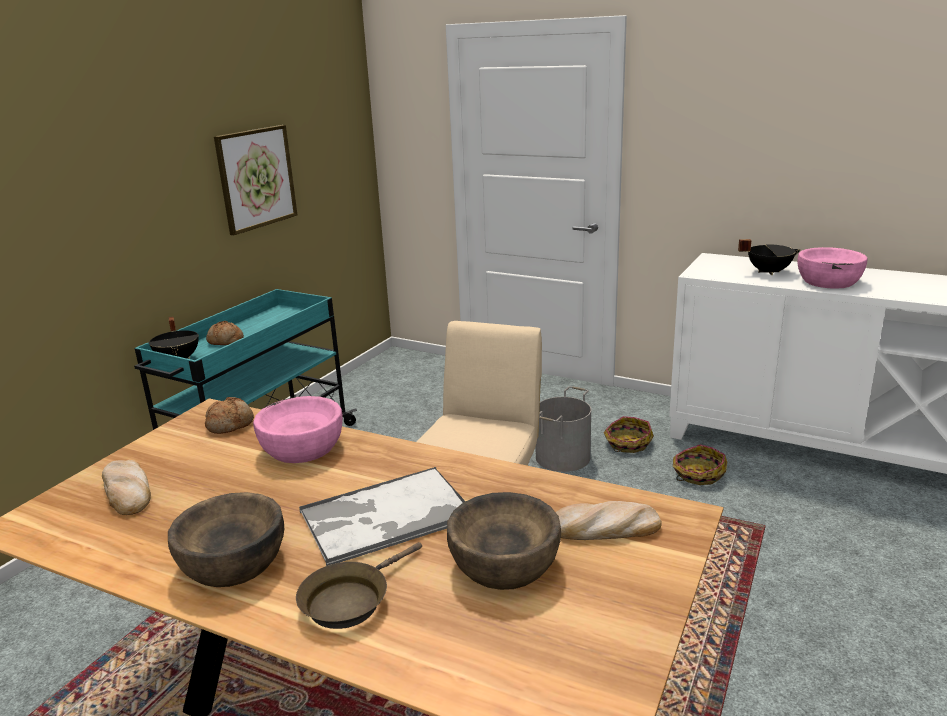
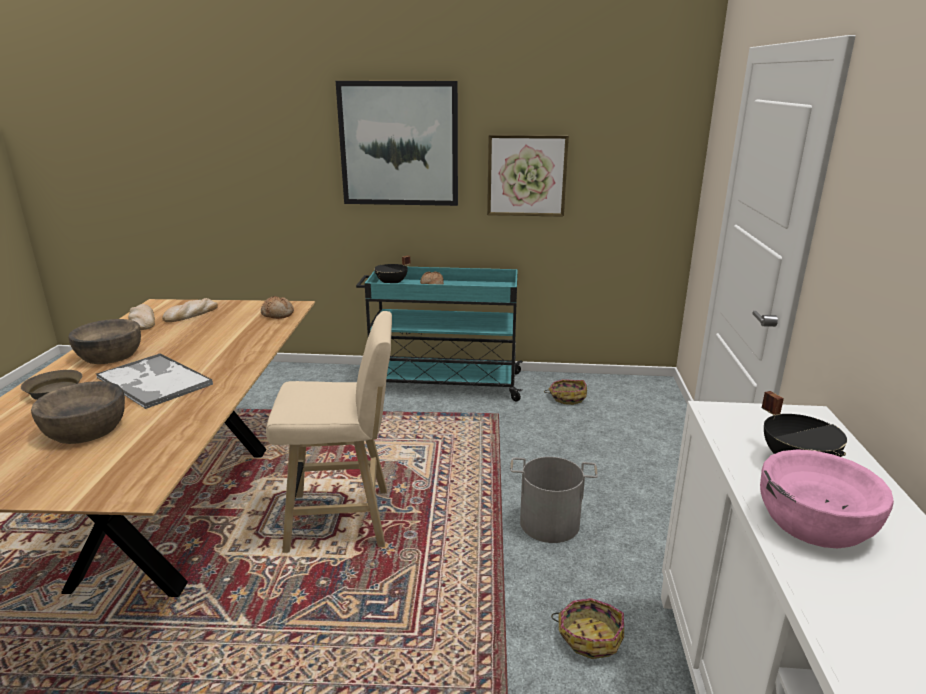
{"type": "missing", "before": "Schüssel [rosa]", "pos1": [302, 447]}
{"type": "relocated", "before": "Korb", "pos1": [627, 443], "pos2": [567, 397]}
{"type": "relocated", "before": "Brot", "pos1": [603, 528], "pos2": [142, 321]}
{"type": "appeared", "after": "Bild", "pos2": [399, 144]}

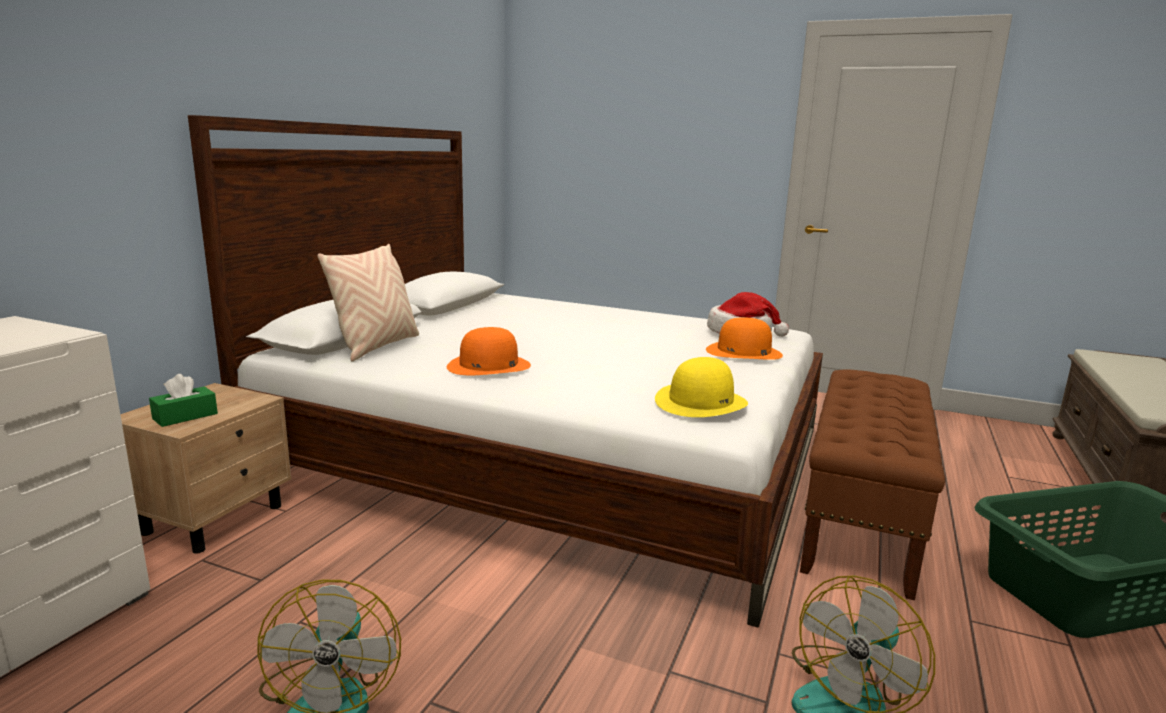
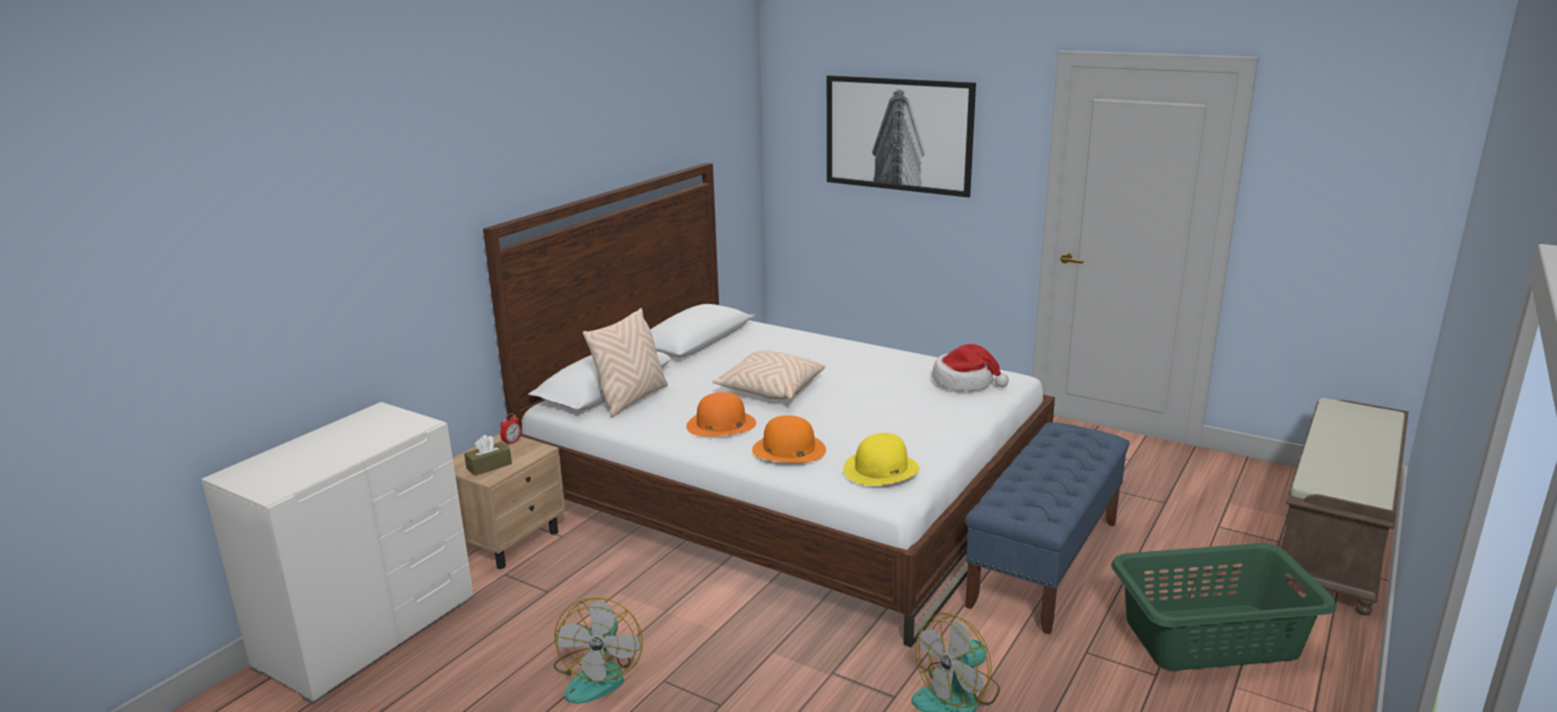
{"type": "relocated", "before": "Hut [orange]", "pos1": [743, 352], "pos2": [788, 449]}
{"type": "colour", "before": "Bank [braun]", "after": "Bank [blau]", "pos1": [860, 518], "pos2": [1045, 562]}
{"type": "colour", "before": "Taschentuchbox [grün]", "after": "Taschentuchbox [braun]", "pos1": [185, 416], "pos2": [489, 466]}
{"type": "appeared", "after": "Bild", "pos2": [898, 134]}
{"type": "appeared", "after": "Kissen [beige]", "pos2": [770, 390]}
{"type": "appeared", "after": "Wecker", "pos2": [512, 442]}

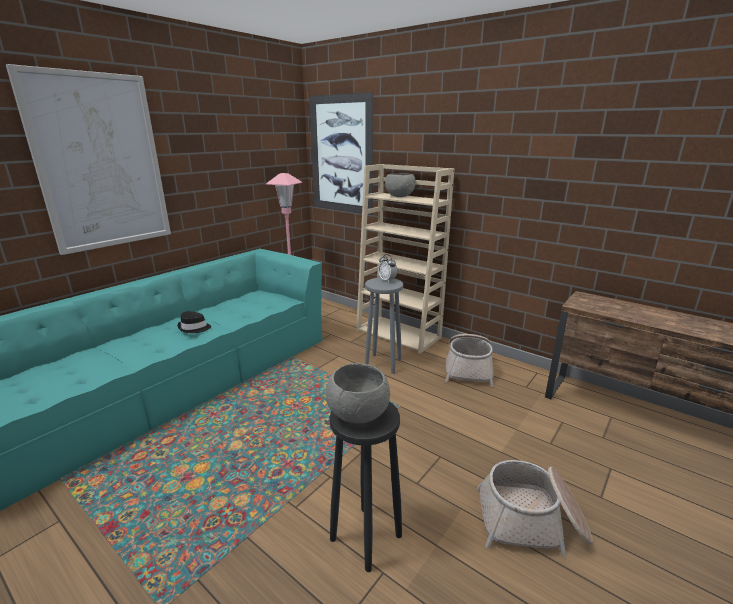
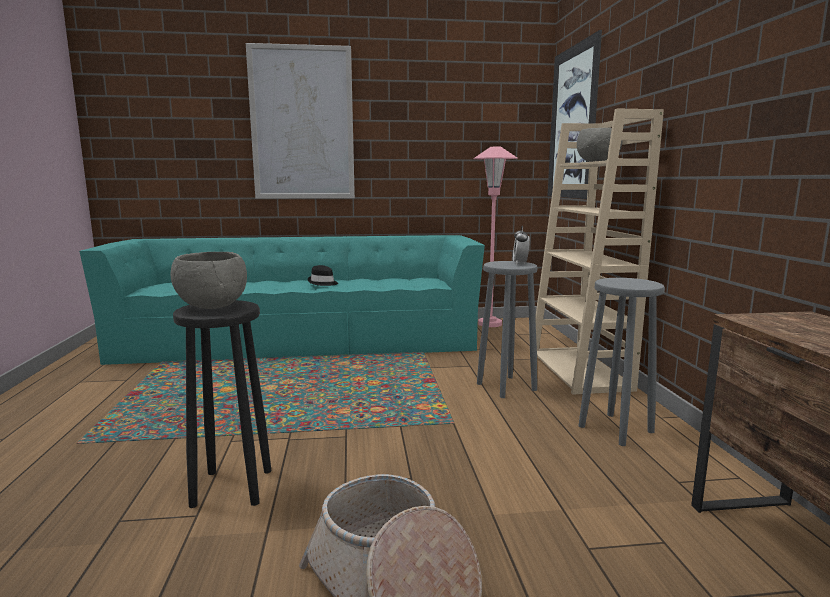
{"type": "exchanged", "before": "Korb", "after": "Hocker [grau]", "pos1": [468, 368], "pos2": [616, 429]}

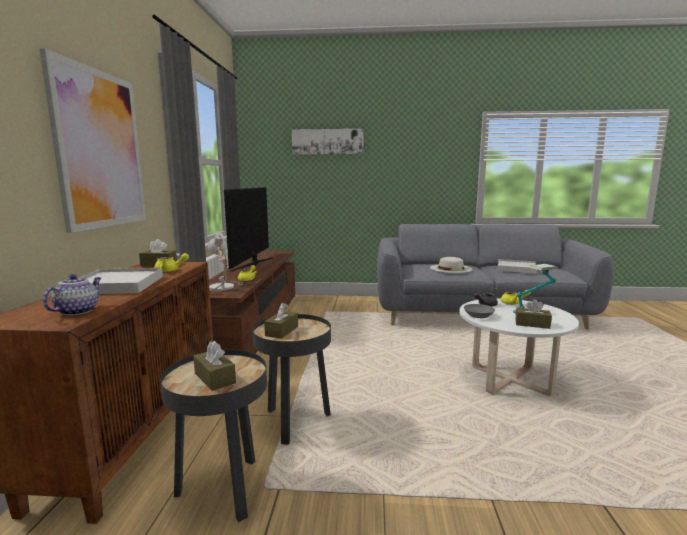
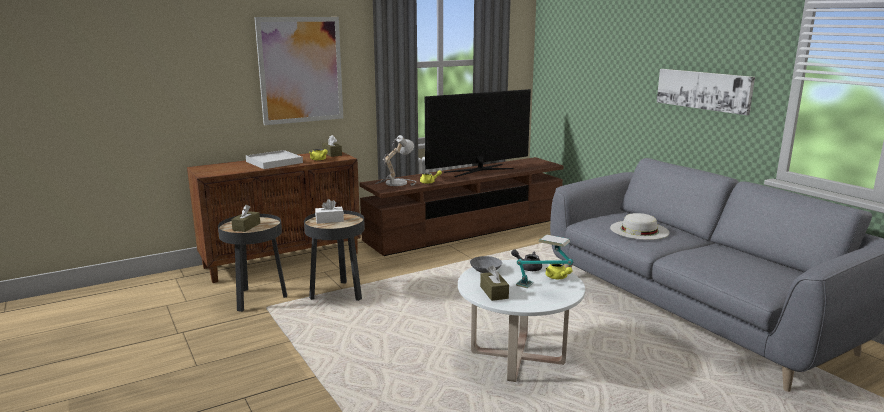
{"type": "relocated", "before": "Bild", "pos1": [327, 141], "pos2": [703, 90]}
{"type": "missing", "before": "Tablett [weiß]", "pos1": [516, 268]}
{"type": "missing", "before": "Teekanne", "pos1": [77, 311]}
{"type": "colour", "before": "Taschentuchbox [braun]", "after": "Taschentuchbox [weiß]", "pos1": [282, 331], "pos2": [329, 220]}

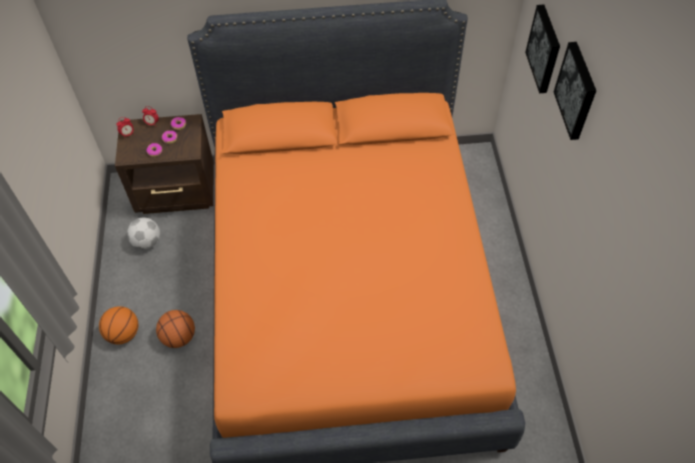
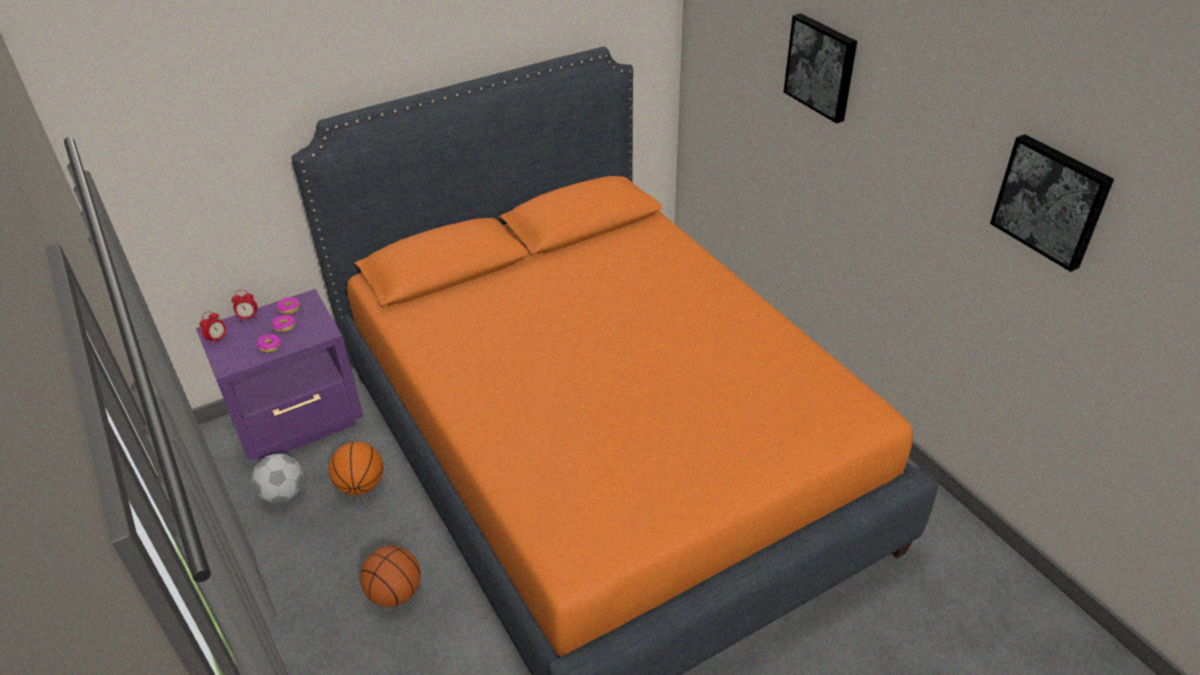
{"type": "relocated", "before": "Bild", "pos1": [545, 49], "pos2": [1052, 201]}
{"type": "colour", "before": "Nachttisch [braun]", "after": "Nachttisch [lila]", "pos1": [178, 193], "pos2": [300, 422]}
{"type": "relocated", "before": "Basketball", "pos1": [123, 333], "pos2": [361, 485]}

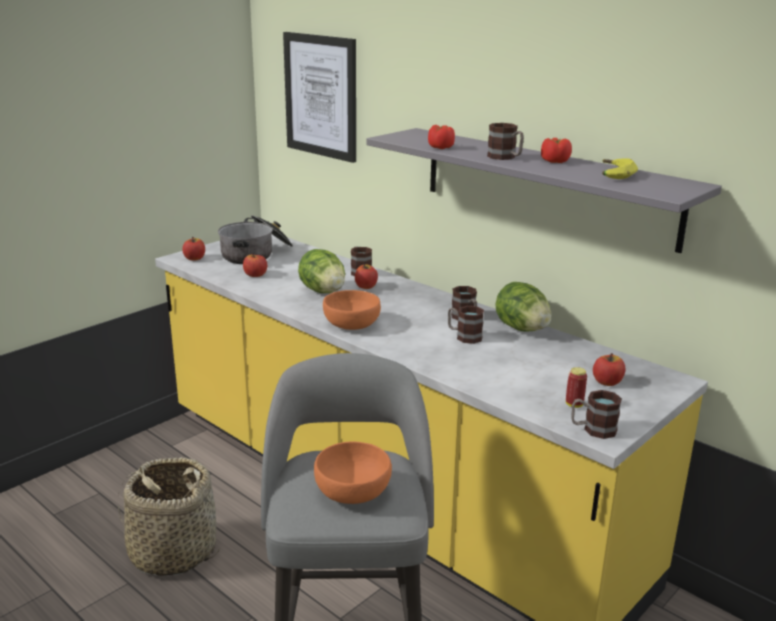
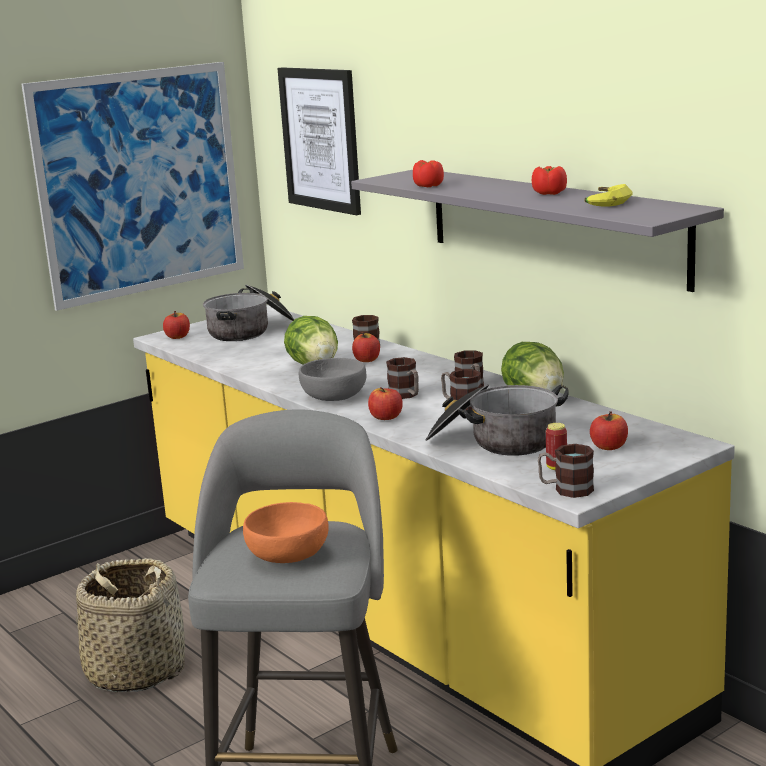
{"type": "relocated", "before": "Henkelbecher", "pos1": [505, 158], "pos2": [406, 395]}
{"type": "relocated", "before": "Apfel", "pos1": [255, 275], "pos2": [386, 417]}
{"type": "colour", "before": "Schüssel [orange]", "after": "Schüssel [grau]", "pos1": [351, 325], "pos2": [334, 397]}
{"type": "appeared", "after": "Bild", "pos2": [140, 183]}
{"type": "appeared", "after": "Kochtopf", "pos2": [494, 442]}

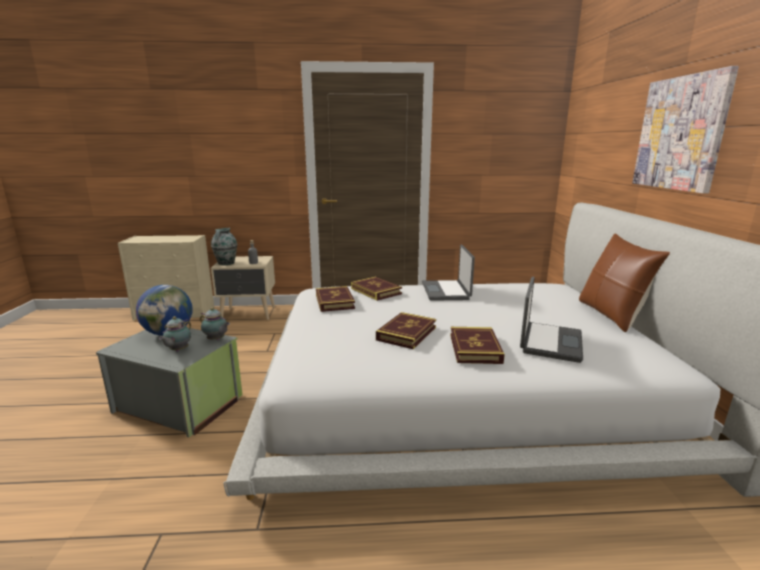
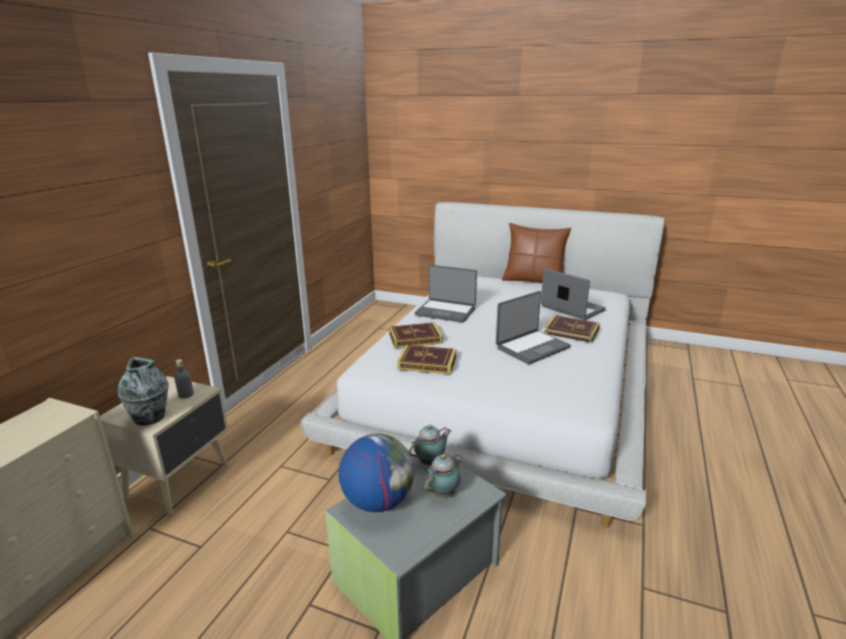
{"type": "missing", "before": "Bild", "pos1": [680, 133]}
{"type": "exchanged", "before": "Buch", "after": "Laptop", "pos1": [406, 333], "pos2": [531, 347]}
{"type": "spun", "before": "Teekanne", "pos1": [178, 350], "pos2": [444, 493], "turn": -90}

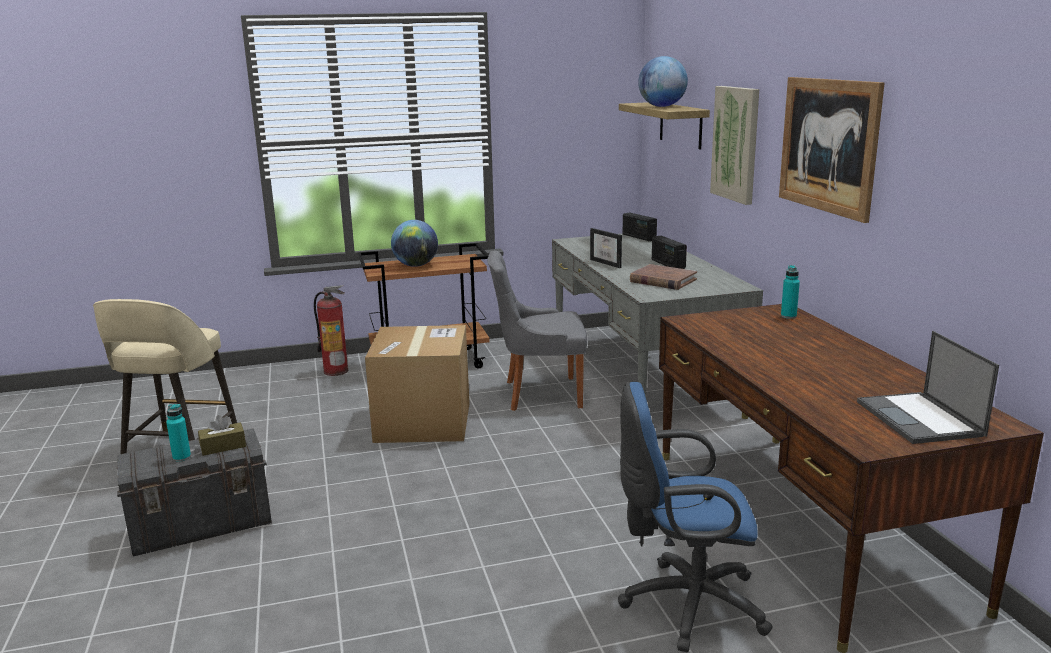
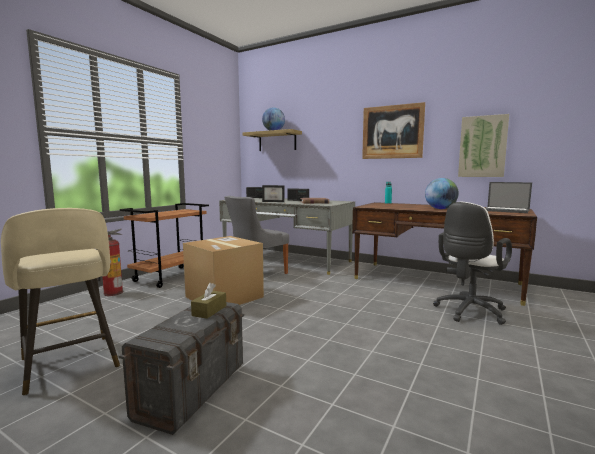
{"type": "relocated", "before": "Bild", "pos1": [736, 143], "pos2": [482, 146]}
{"type": "relocated", "before": "Globus", "pos1": [416, 265], "pos2": [440, 209]}
{"type": "colour", "before": "Bürostuhl [blau]", "after": "Bürostuhl [weiß]", "pos1": [685, 605], "pos2": [468, 312]}
{"type": "missing", "before": "Flasche [türkis]", "pos1": [181, 457]}

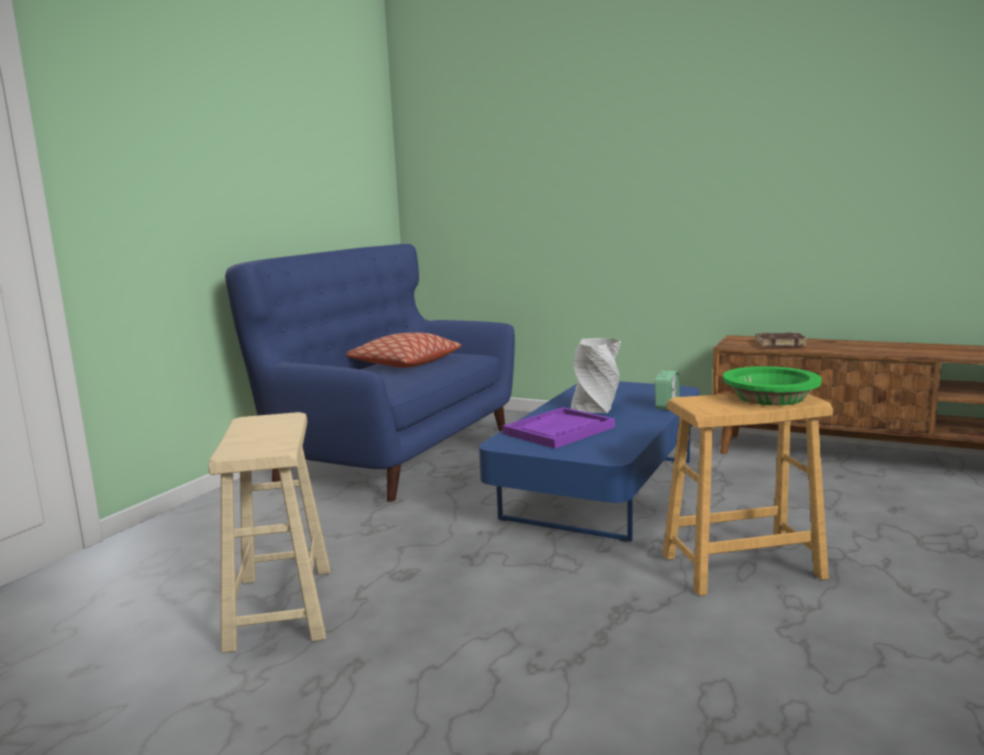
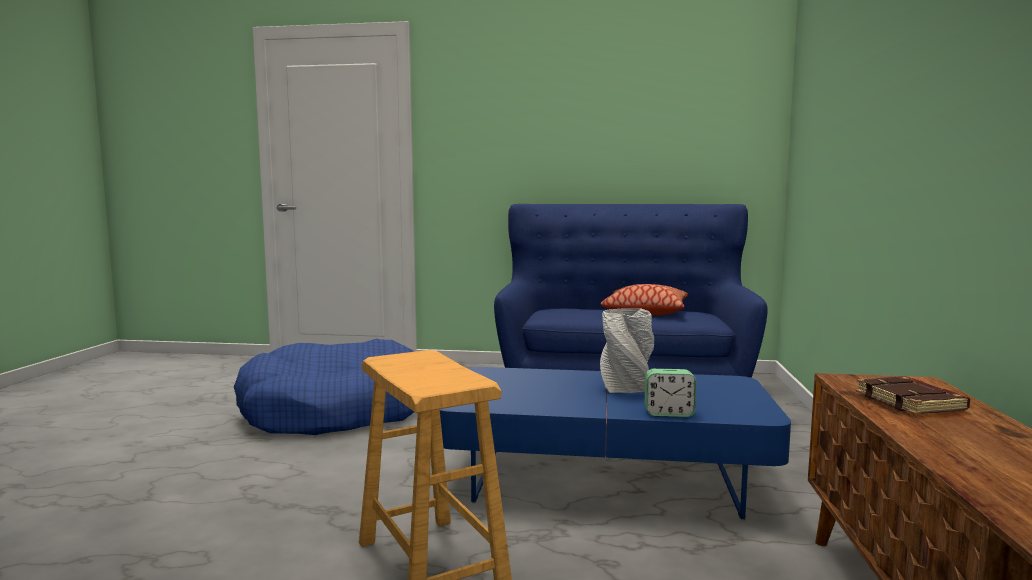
{"type": "missing", "before": "Schüssel [grün]", "pos1": [770, 397]}
{"type": "missing", "before": "Tablett [lila]", "pos1": [559, 430]}
{"type": "exchanged", "before": "Hocker [beige]", "after": "Hundebett [blau]", "pos1": [280, 608], "pos2": [334, 411]}

